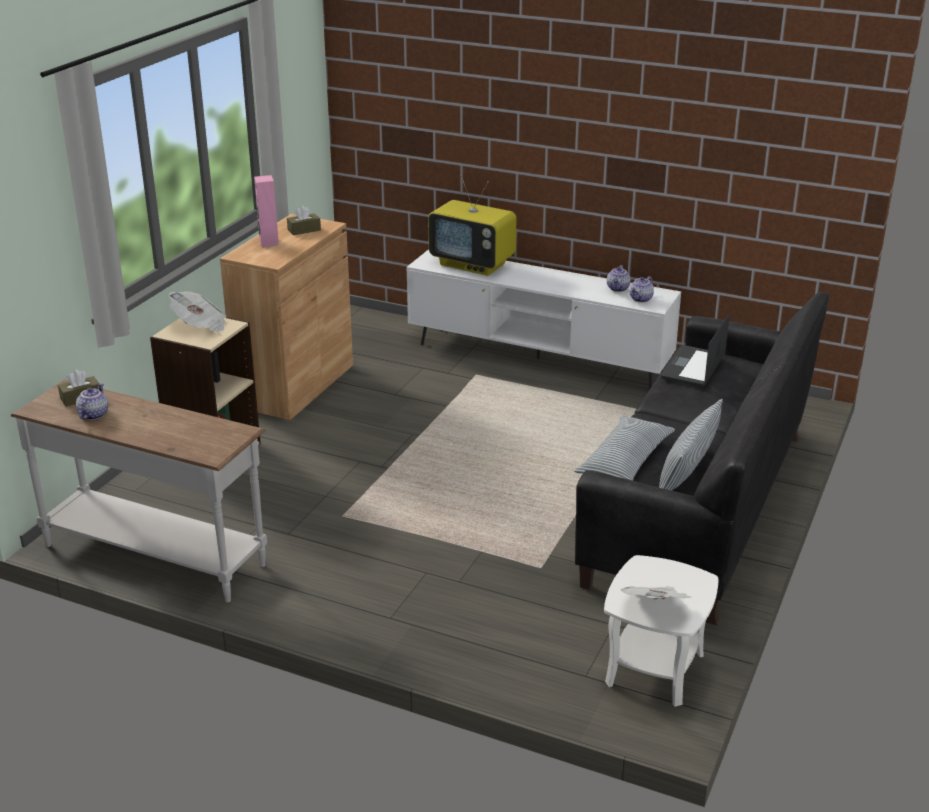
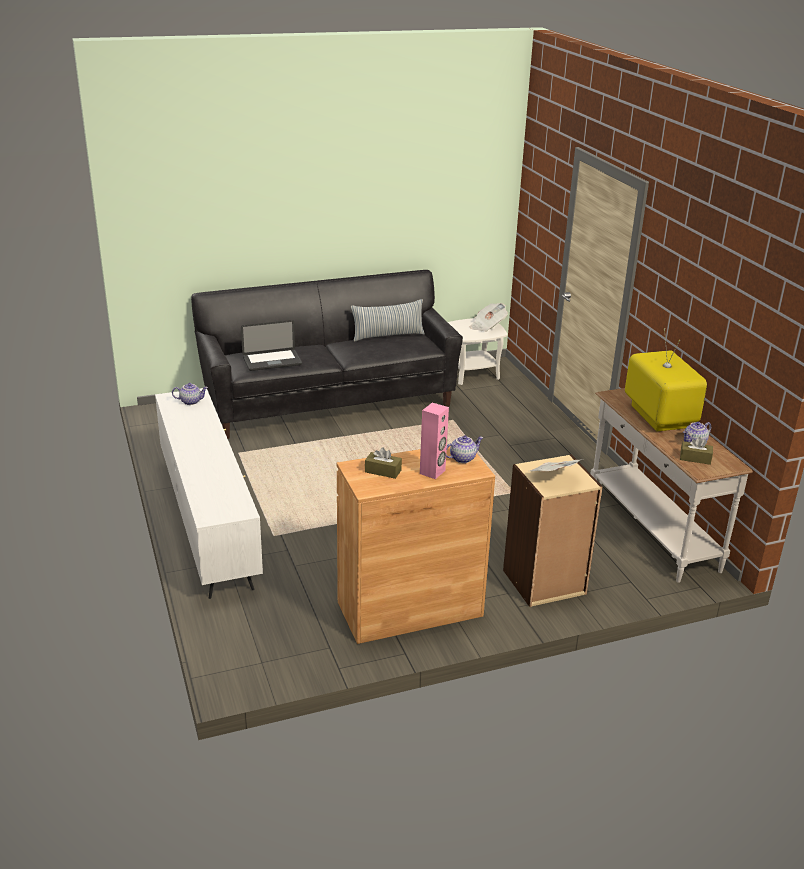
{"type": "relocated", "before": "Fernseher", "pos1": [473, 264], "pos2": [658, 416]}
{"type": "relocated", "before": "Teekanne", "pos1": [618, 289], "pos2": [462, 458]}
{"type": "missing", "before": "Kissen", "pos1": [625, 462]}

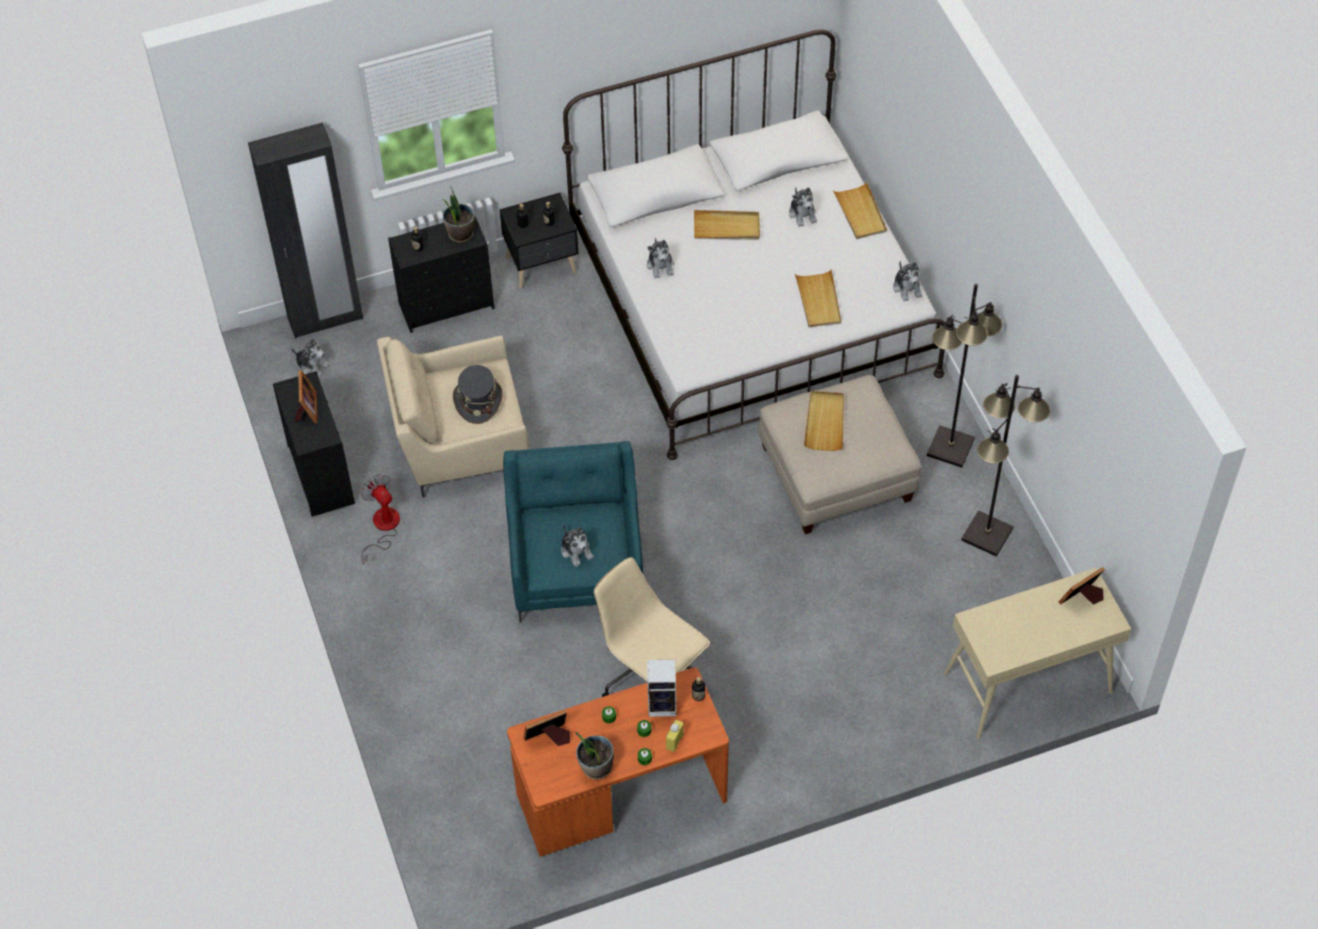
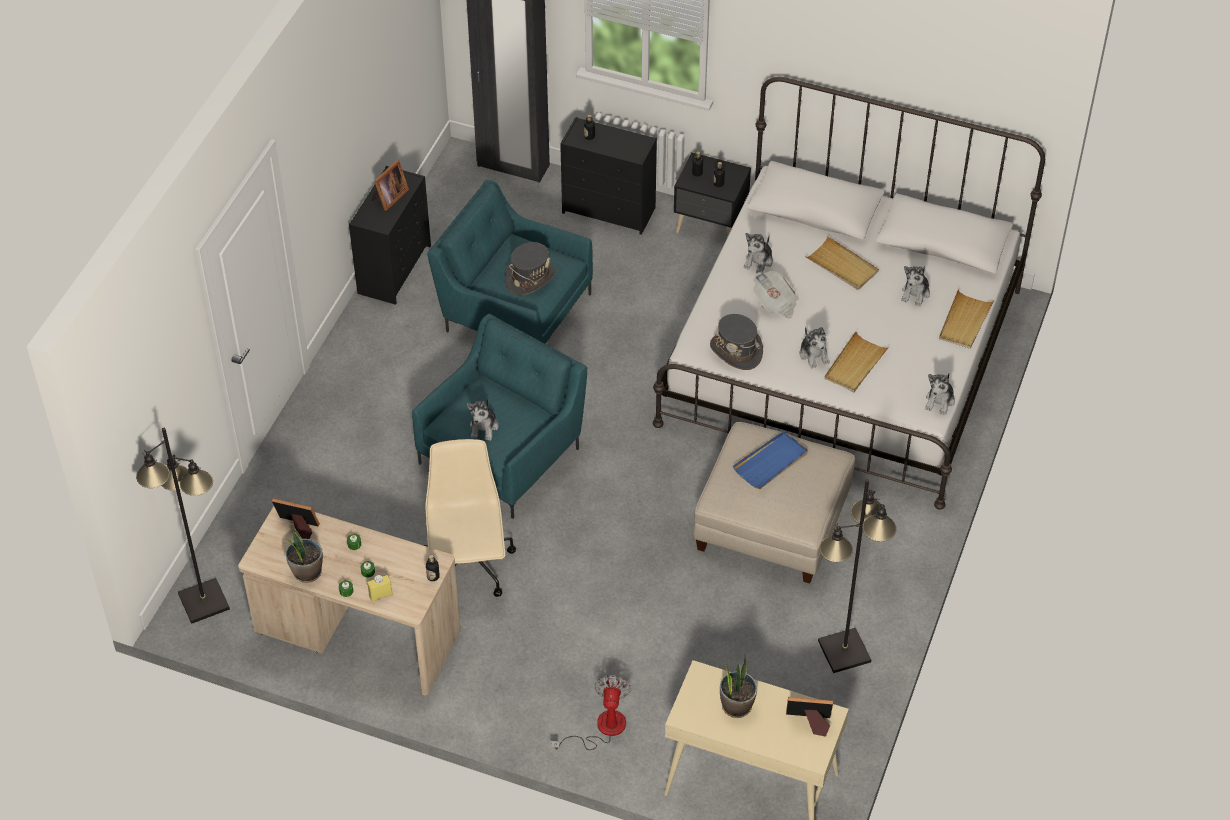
{"type": "relocated", "before": "Topfpflanze", "pos1": [460, 233], "pos2": [736, 705]}
{"type": "relocated", "before": "Stehlampe [schwarz]", "pos1": [949, 447], "pos2": [203, 601]}
{"type": "colour", "before": "Sessel [beige]", "after": "Sessel [türkis]", "pos1": [458, 441], "pos2": [513, 310]}
{"type": "relocated", "before": "Plüschtier", "pos1": [312, 365], "pos2": [814, 355]}
{"type": "colour", "before": "Tablett [beige]", "after": "Tablett [blau]", "pos1": [825, 422], "pos2": [771, 462]}
{"type": "relocated", "before": "Ventilator", "pos1": [382, 528], "pos2": [601, 729]}
{"type": "missing", "before": "Lautsprecher", "pos1": [663, 704]}
{"type": "colour", "before": "Schreibtisch [orange]", "after": "Schreibtisch [beige]", "pos1": [621, 795], "pos2": [356, 634]}
{"type": "appeared", "after": "Zeitung", "pos2": [775, 303]}
{"type": "appeared", "after": "Hut [grau]", "pos2": [736, 351]}

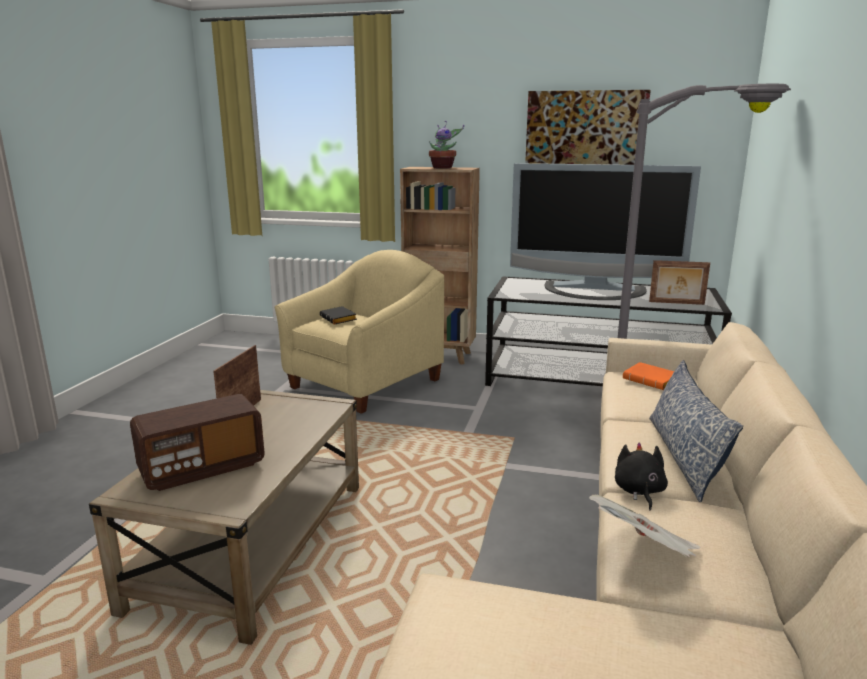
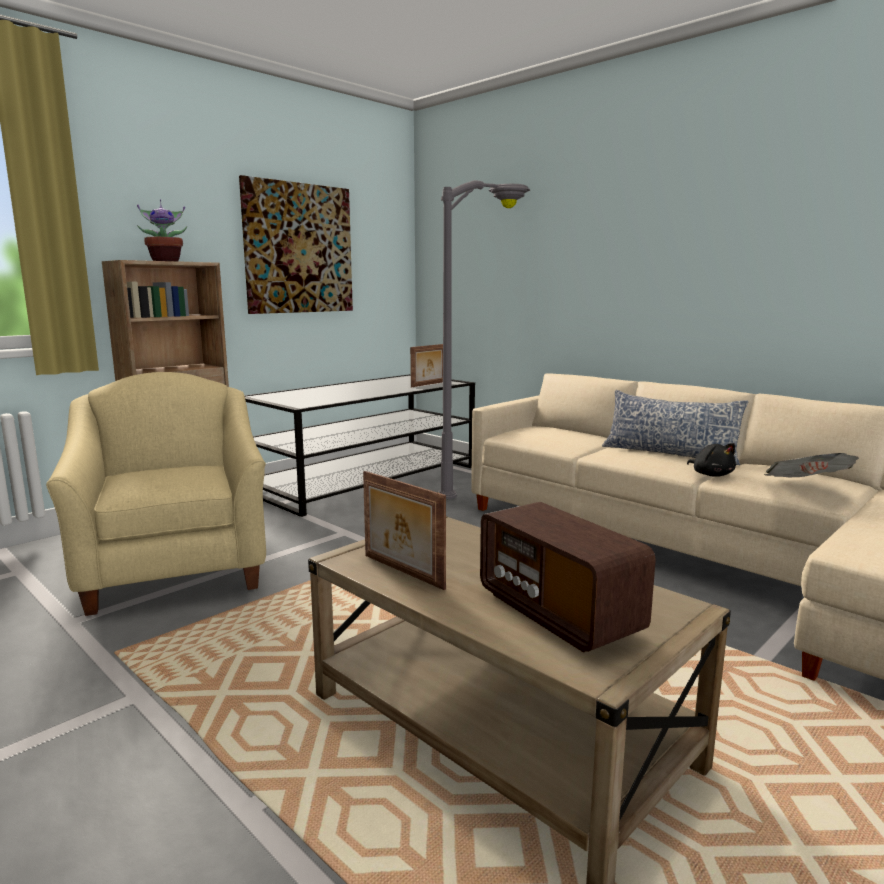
{"type": "missing", "before": "Fernseher", "pos1": [594, 291]}
{"type": "missing", "before": "Buch [schwarz]", "pos1": [339, 319]}
{"type": "missing", "before": "Buch [orange]", "pos1": [652, 381]}
{"type": "spun", "before": "Radio", "pos1": [202, 468], "pos2": [558, 613], "turn": 150}
{"type": "spun", "before": "Plüschtier [schwarz]", "pos1": [639, 491], "pos2": [711, 475], "turn": -150}

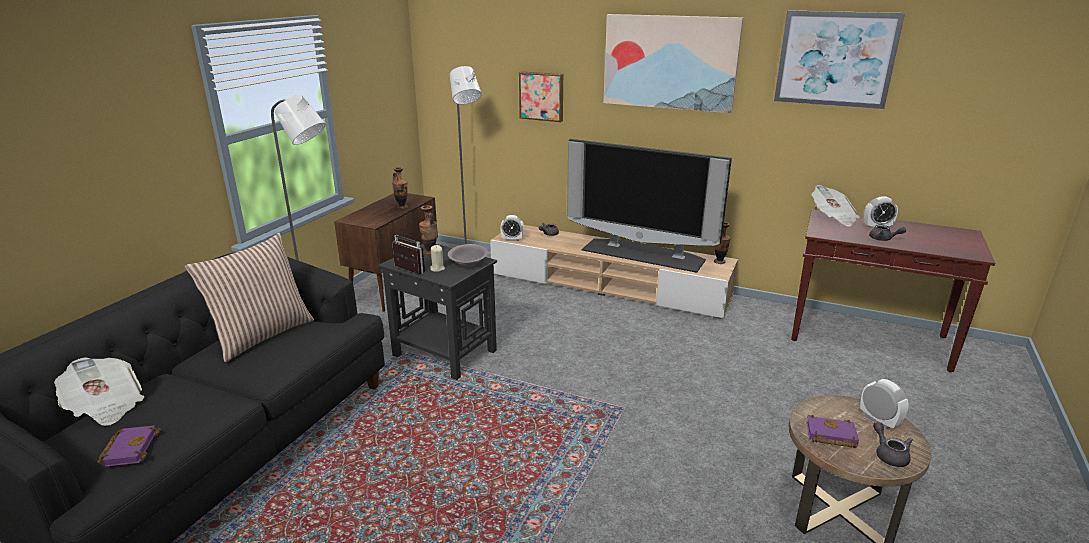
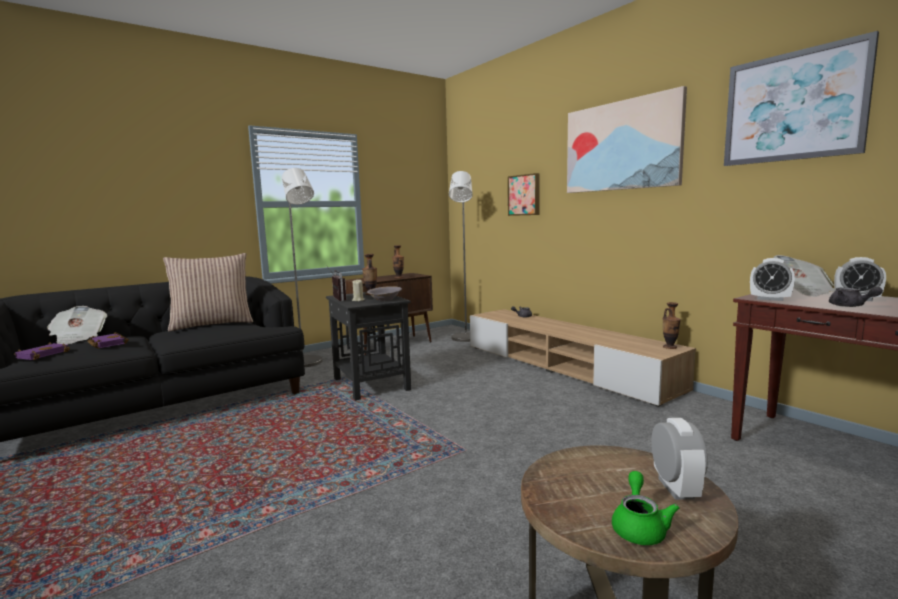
{"type": "missing", "before": "Fernseher", "pos1": [643, 254]}
{"type": "relocated", "before": "Wecker", "pos1": [512, 239], "pos2": [769, 299]}
{"type": "relocated", "before": "Buch [lila]", "pos1": [829, 436], "pos2": [106, 344]}
{"type": "colour", "before": "Teekanne [grau]", "after": "Teekanne [grün]", "pos1": [889, 455], "pos2": [639, 527]}

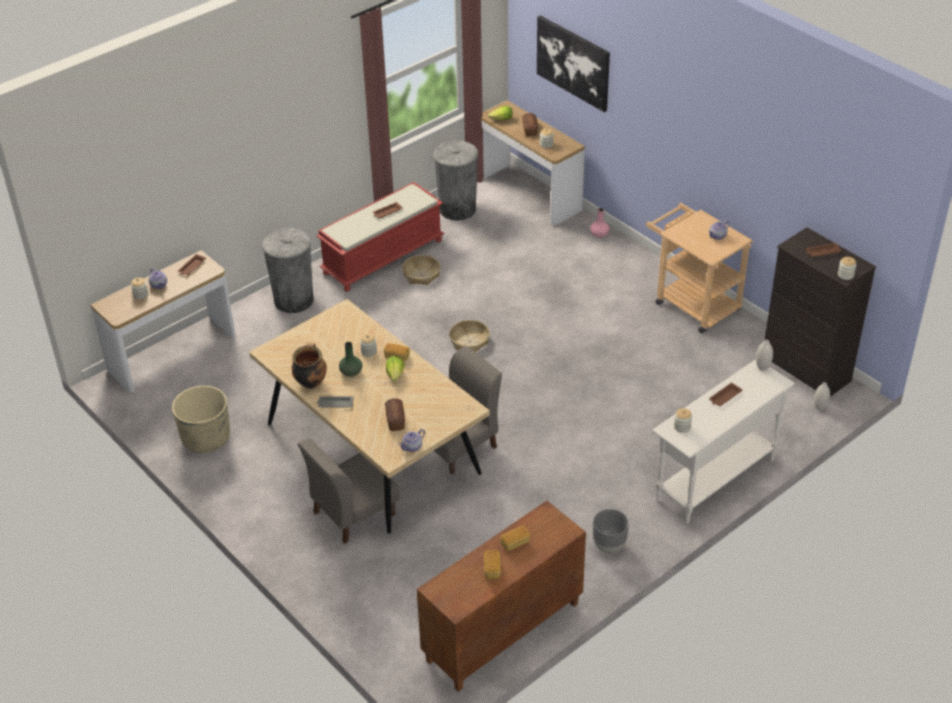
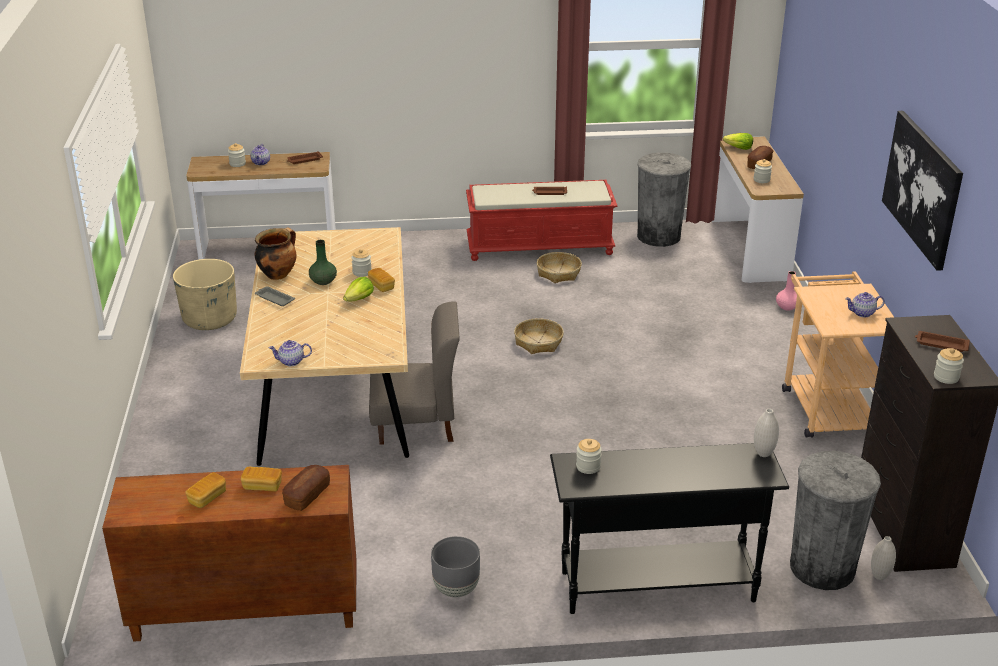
{"type": "relocated", "before": "Bild", "pos1": [573, 62], "pos2": [922, 188]}
{"type": "relocated", "before": "Mülleimer [grau]", "pos1": [293, 300], "pos2": [822, 567]}
{"type": "colour", "before": "Konsolentisch [weiß]", "after": "Konsolentisch [schwarz]", "pos1": [715, 479], "pos2": [656, 586]}
{"type": "missing", "before": "Tablett [braun]", "pos1": [724, 397]}
{"type": "relocated", "before": "Brot", "pos1": [395, 419], "pos2": [307, 495]}
{"type": "missing", "before": "Stuhl [grau]", "pos1": [353, 513]}

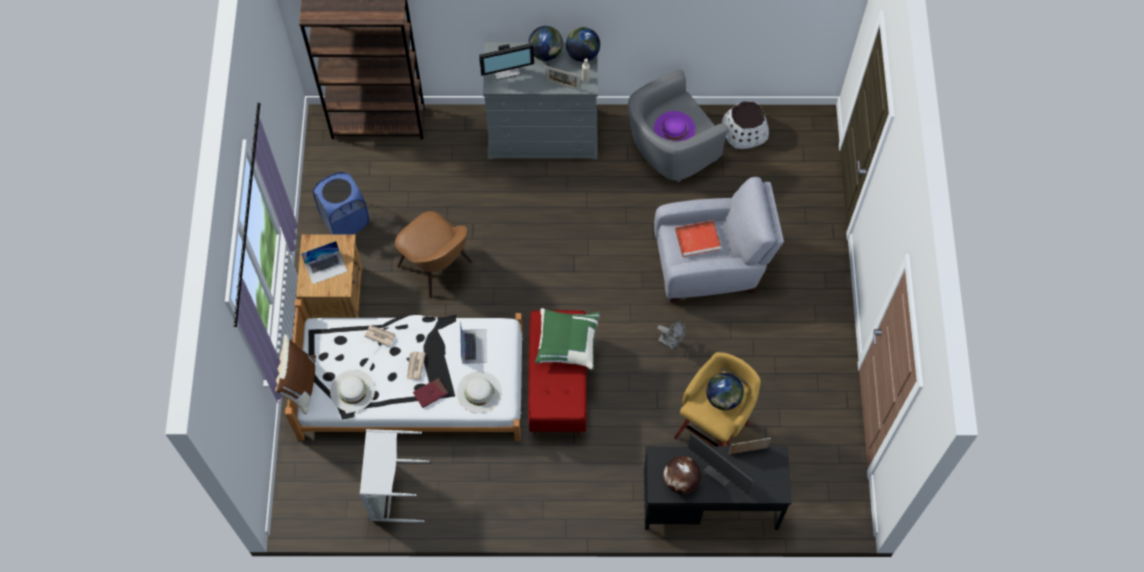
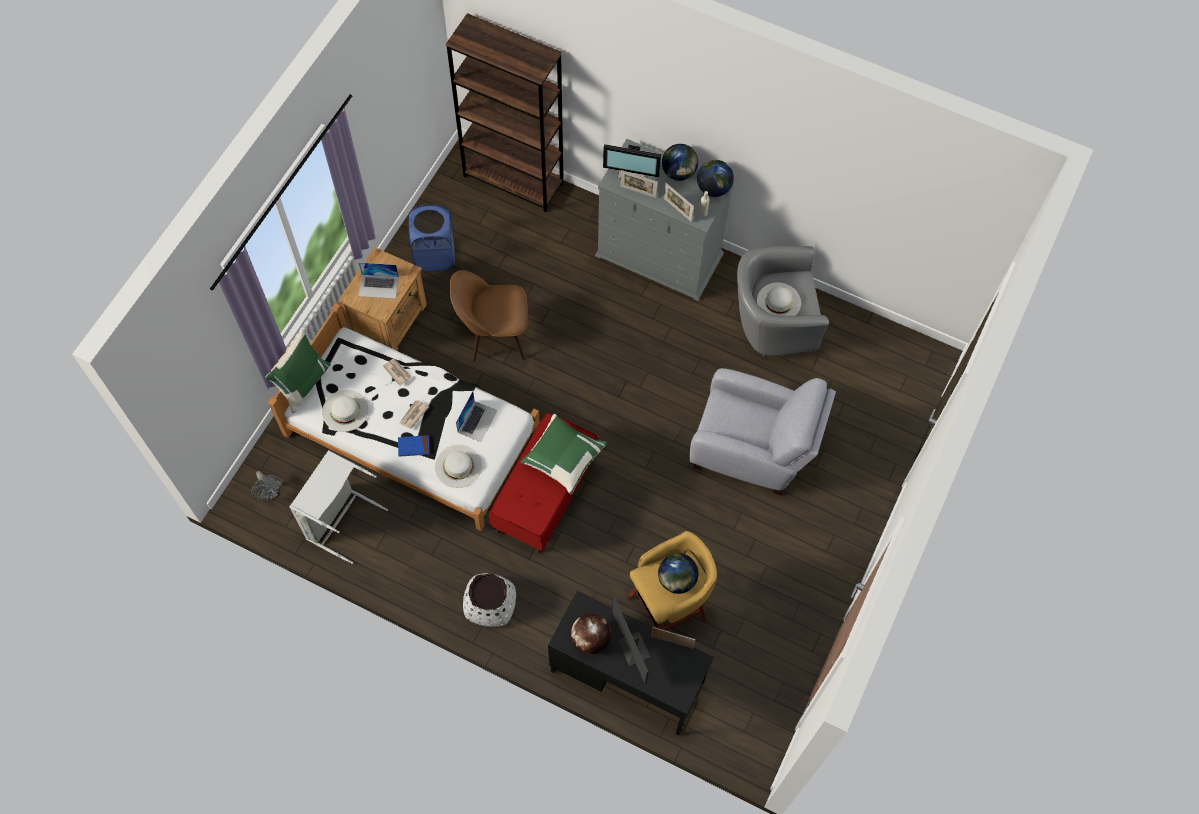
{"type": "relocated", "before": "Pflanzkübel [weiß]", "pos1": [744, 131], "pos2": [490, 603]}
{"type": "colour", "before": "Hut [lila]", "after": "Hut [weiß]", "pos1": [674, 128], "pos2": [778, 301]}
{"type": "spun", "before": "Stuhl [braun]", "pos1": [437, 266], "pos2": [494, 334], "turn": 105}
{"type": "missing", "before": "Tablett [rot]", "pos1": [698, 239]}
{"type": "relocated", "before": "Ventilator [grau]", "pos1": [670, 342], "pos2": [270, 493]}
{"type": "colour", "before": "Kissen [braun]", "after": "Kissen [grün]", "pos1": [300, 384], "pos2": [303, 383]}
{"type": "colour", "before": "Buch [rot]", "after": "Buch [blau]", "pos1": [430, 393], "pos2": [413, 446]}
{"type": "appeared", "after": "Bilderrahmen", "pos2": [638, 192]}

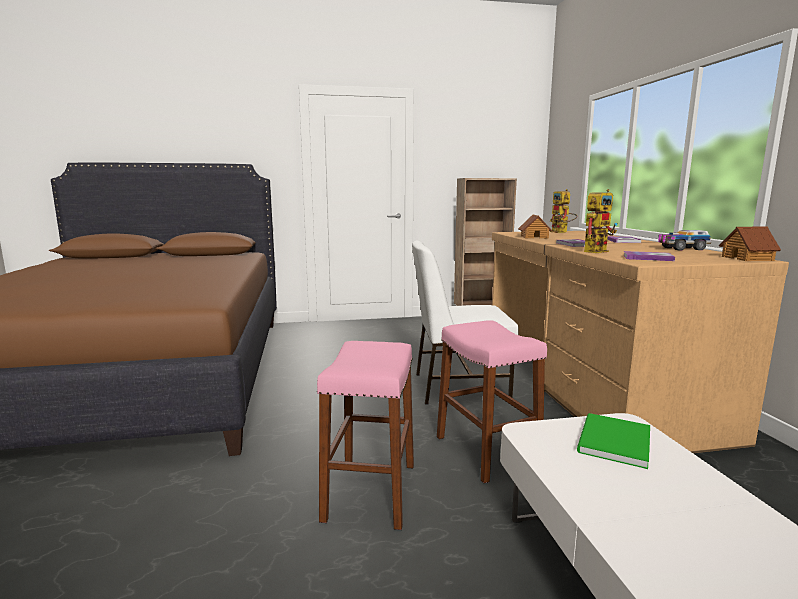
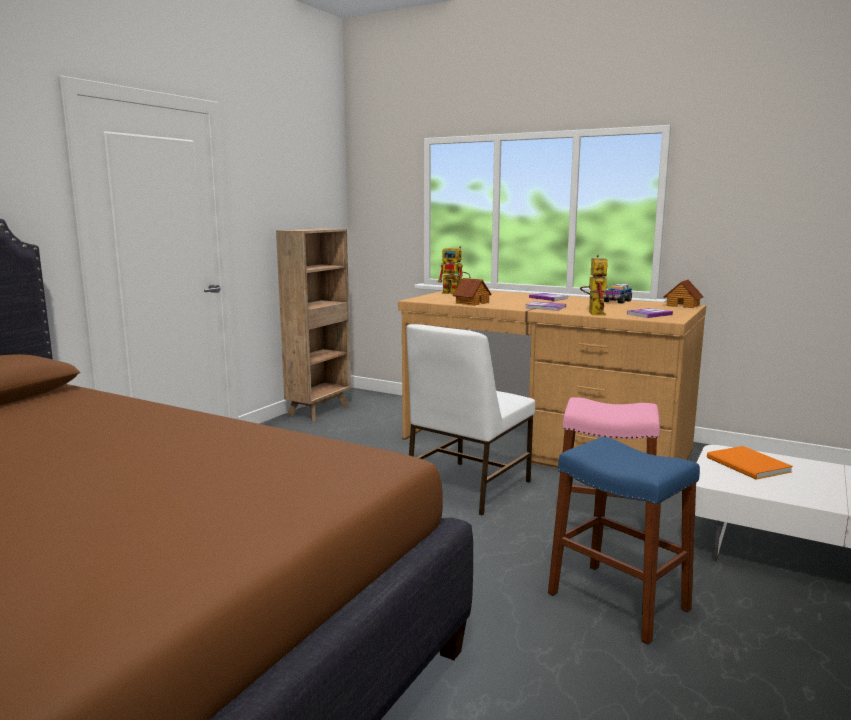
{"type": "colour", "before": "Hocker [rosa]", "after": "Hocker [blau]", "pos1": [370, 491], "pos2": [618, 601]}
{"type": "colour", "before": "Buch [grün]", "after": "Buch [orange]", "pos1": [612, 442], "pos2": [748, 465]}

